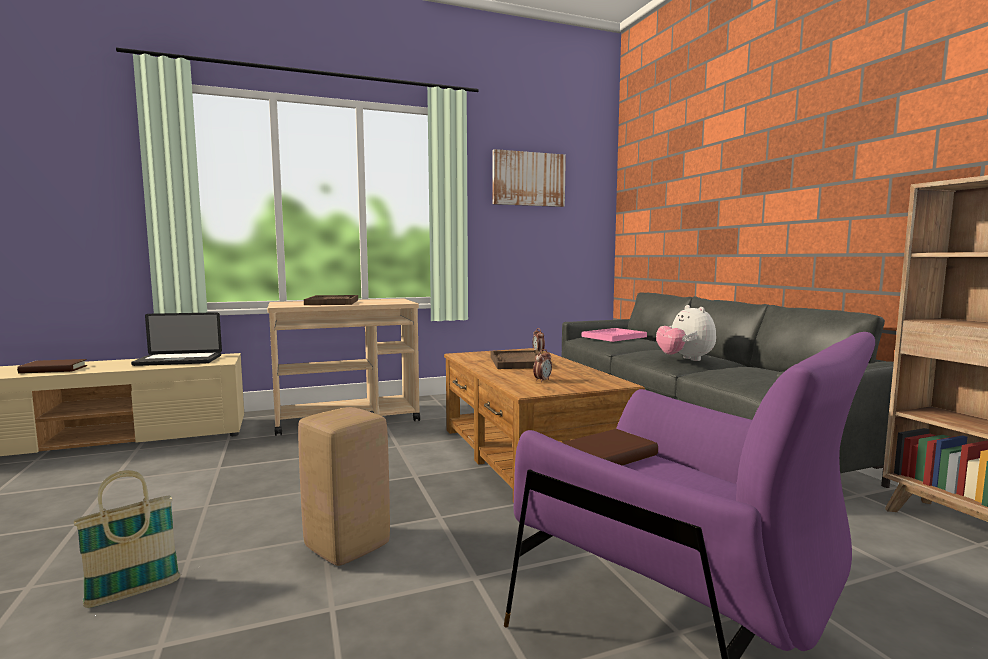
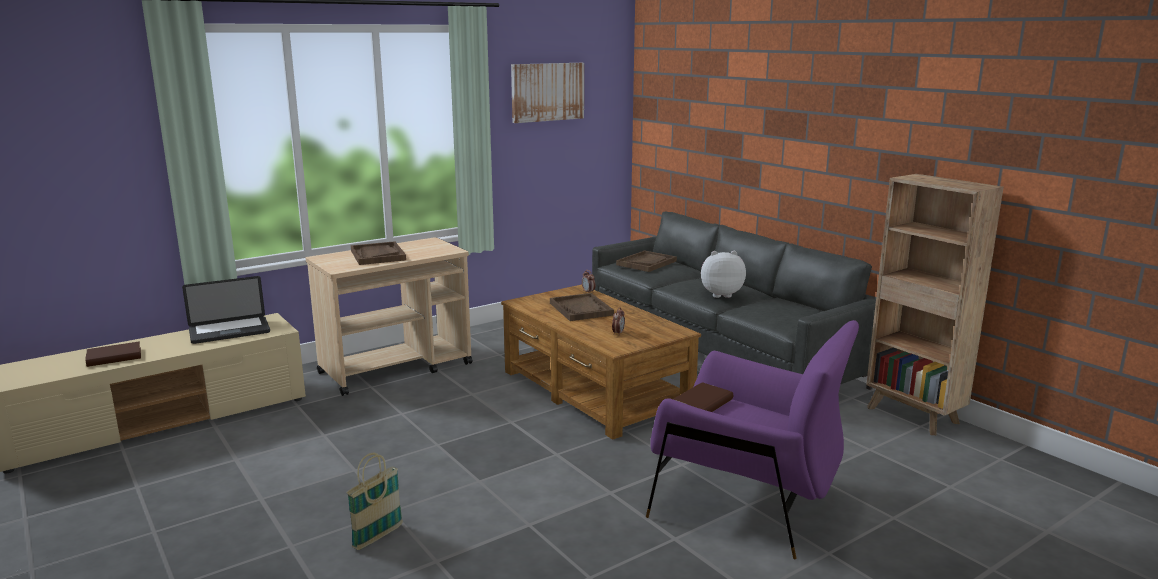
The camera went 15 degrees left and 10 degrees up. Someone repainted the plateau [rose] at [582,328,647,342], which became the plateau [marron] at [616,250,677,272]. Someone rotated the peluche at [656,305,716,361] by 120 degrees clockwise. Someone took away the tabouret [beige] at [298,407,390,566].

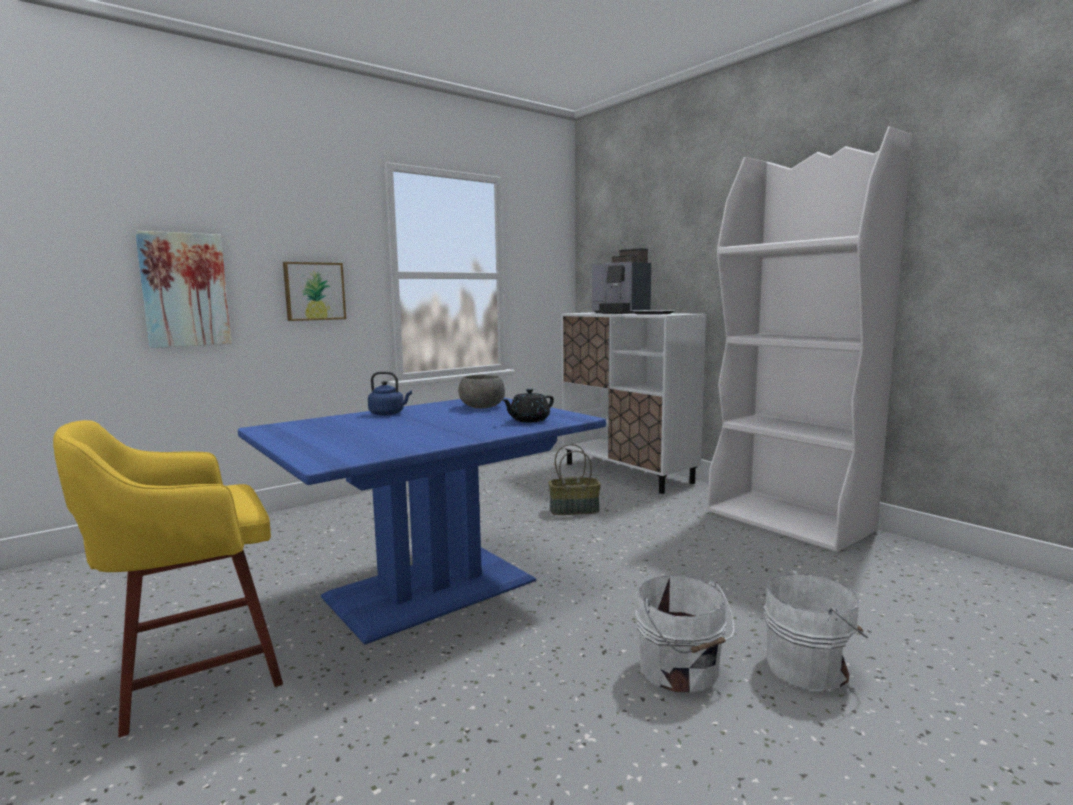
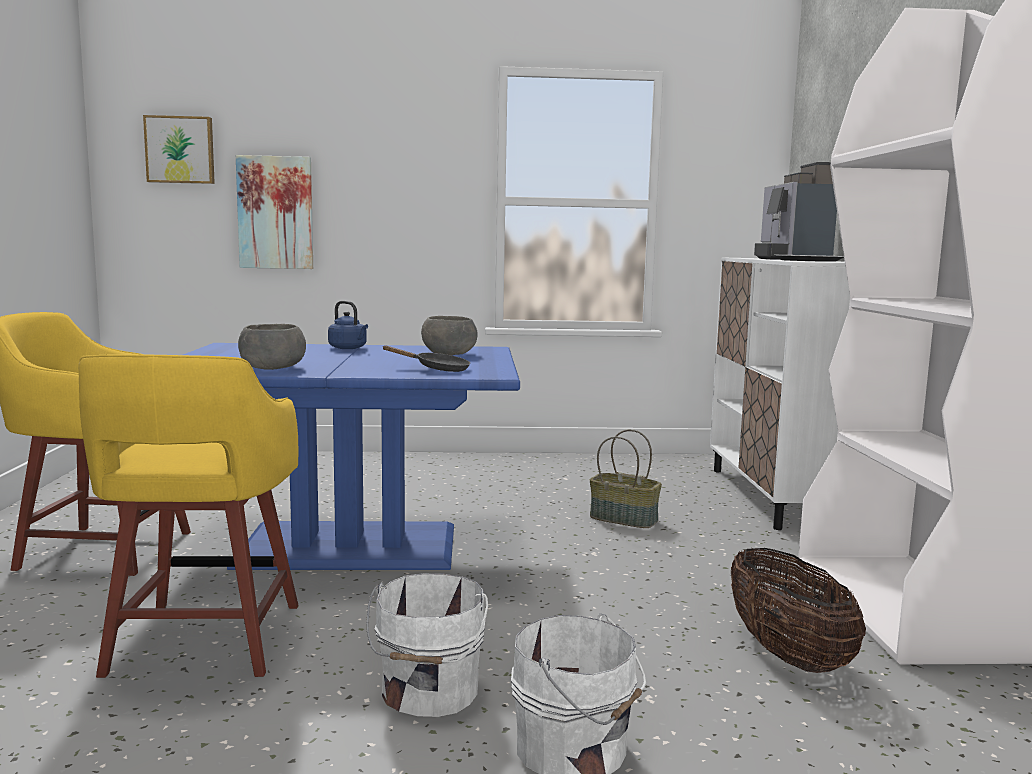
The camera went 35 degrees right and 0 degrees up. Someone put down the tabouret [jaune] at [78,355,298,678]. Someone carried the tableau from [283,262,346,321] to [143,115,215,184]. Someone put down the bol [gris] at [238,324,306,370]. Someone swapped the théière [noir] at [501,389,554,422] for the poêle [noir] at [382,345,470,372]. Someone put down the panier at [731,548,866,673].

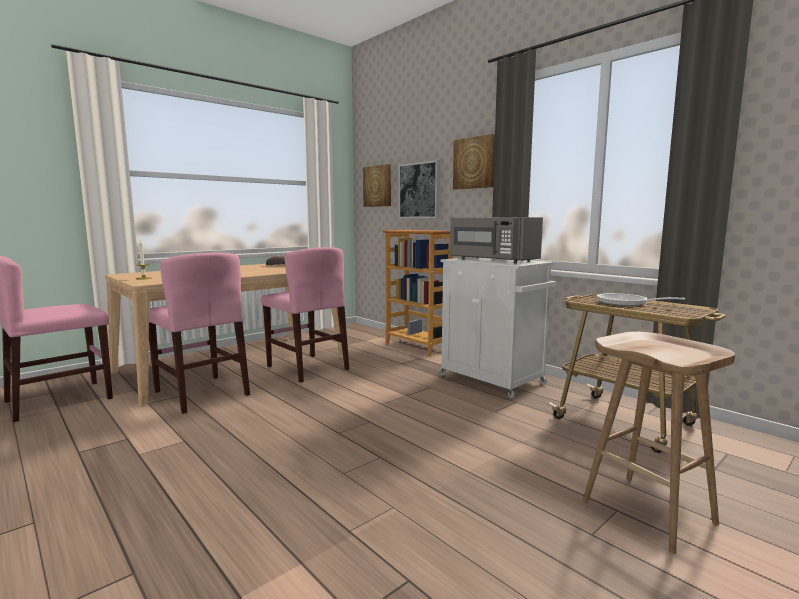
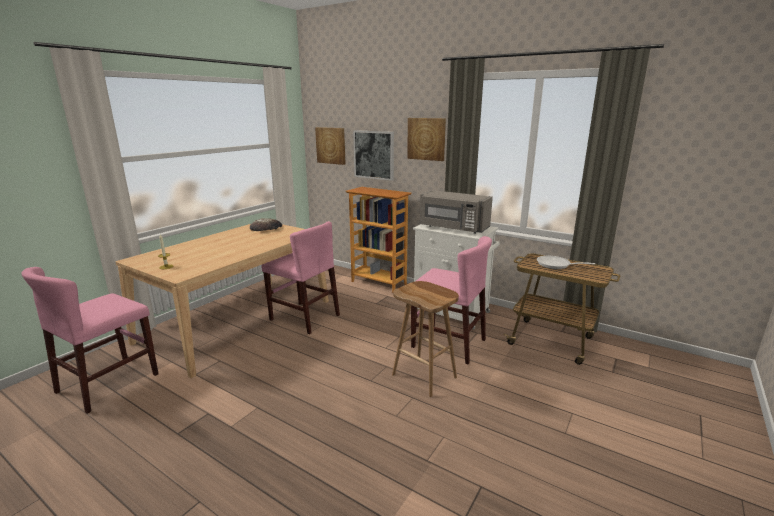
The camera went 15 degrees left and 10 degrees up. Someone carried the tabouret [marron] from [583,331,735,554] to [392,281,459,397]. Someone carried the chaise [rose] from [149,252,250,414] to [411,236,492,365].

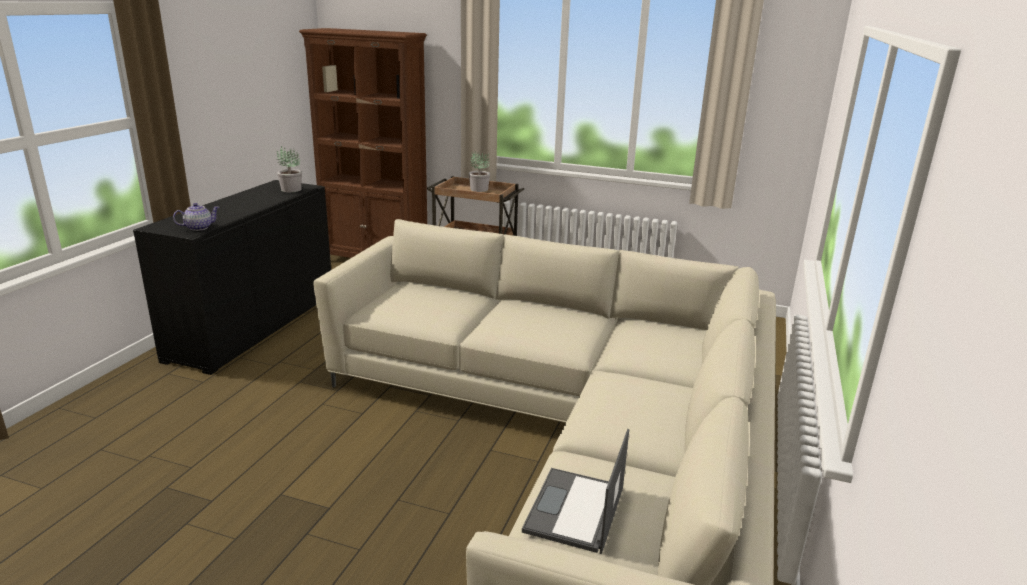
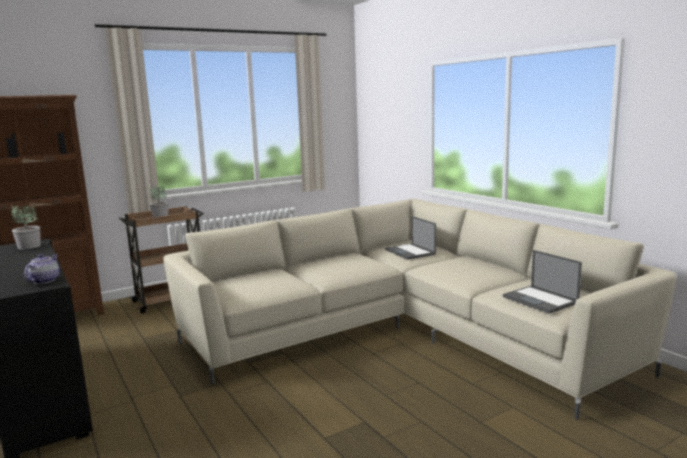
The camera went 50 degrees left and 10 degrees down. Someone put down the ordinateur portable at [385,216,436,260].

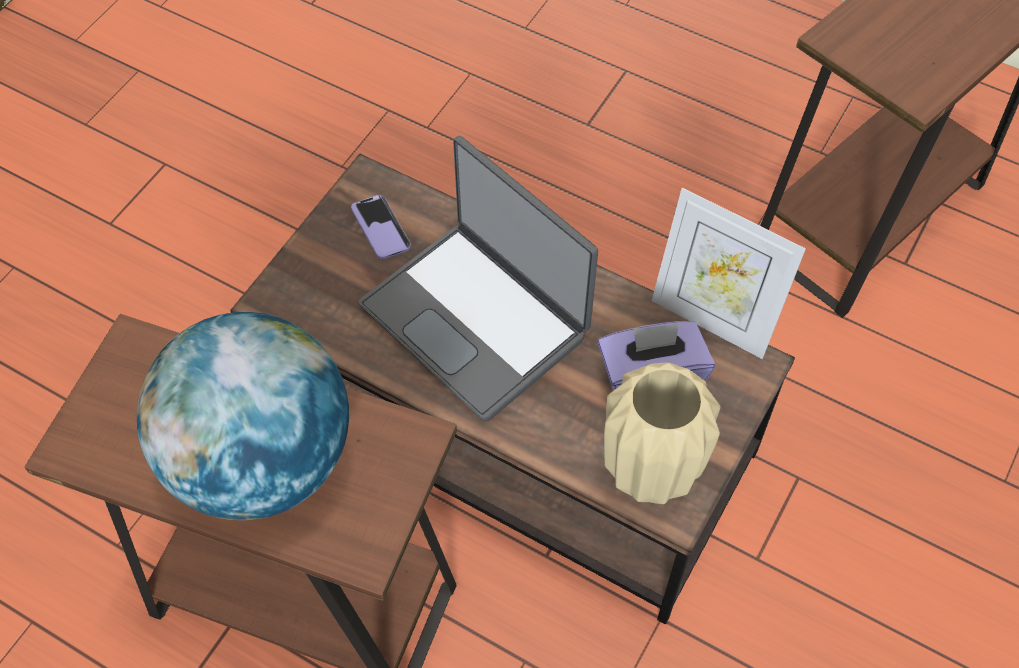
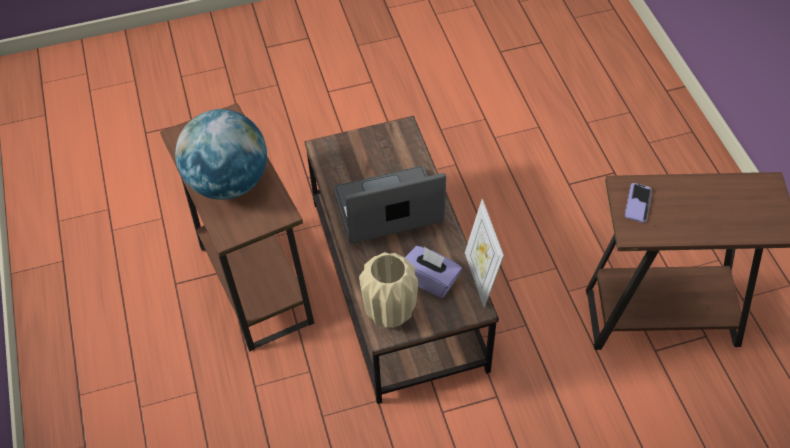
The camera went 45 degrees right and 5 degrees down. Someone rotated the ordinateur portable at [359,136,598,422] by 75 degrees clockwise. Someone carried the téléphone from [351,195,411,259] to [625,183,652,223].

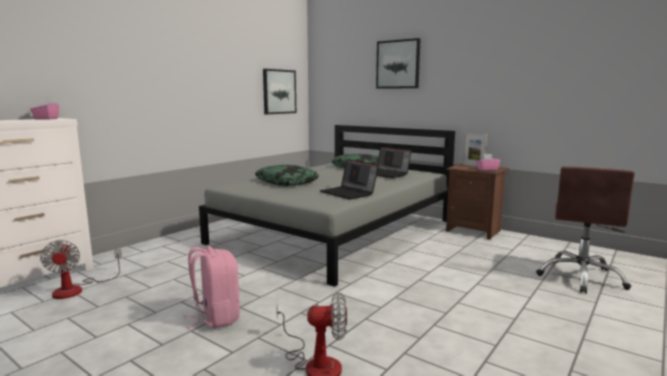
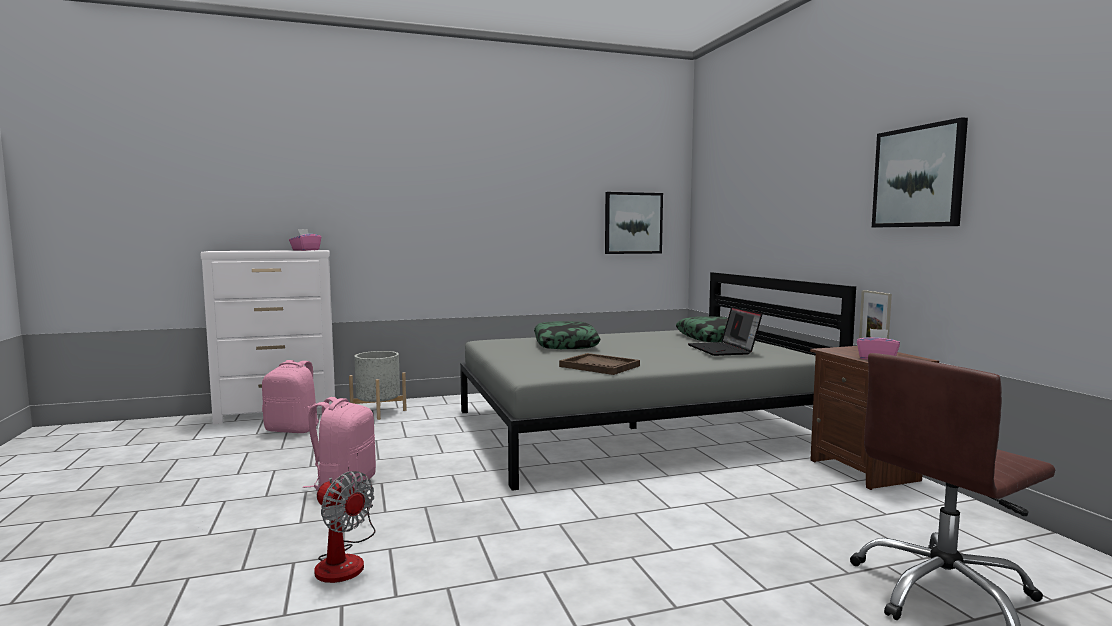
The camera went 35 degrees right and 5 degrees down. Someone swapped the ventilateur at [40,240,122,299] for the sac à dos [rose] at [262,360,319,433]. Someone put down the cache-pot [gris] at [349,351,407,420]. Someone swapped the ordinateur portable at [320,159,379,199] for the plateau [marron] at [559,353,640,375]. Someone carried the tableau from [376,38,421,89] to [872,117,968,227].

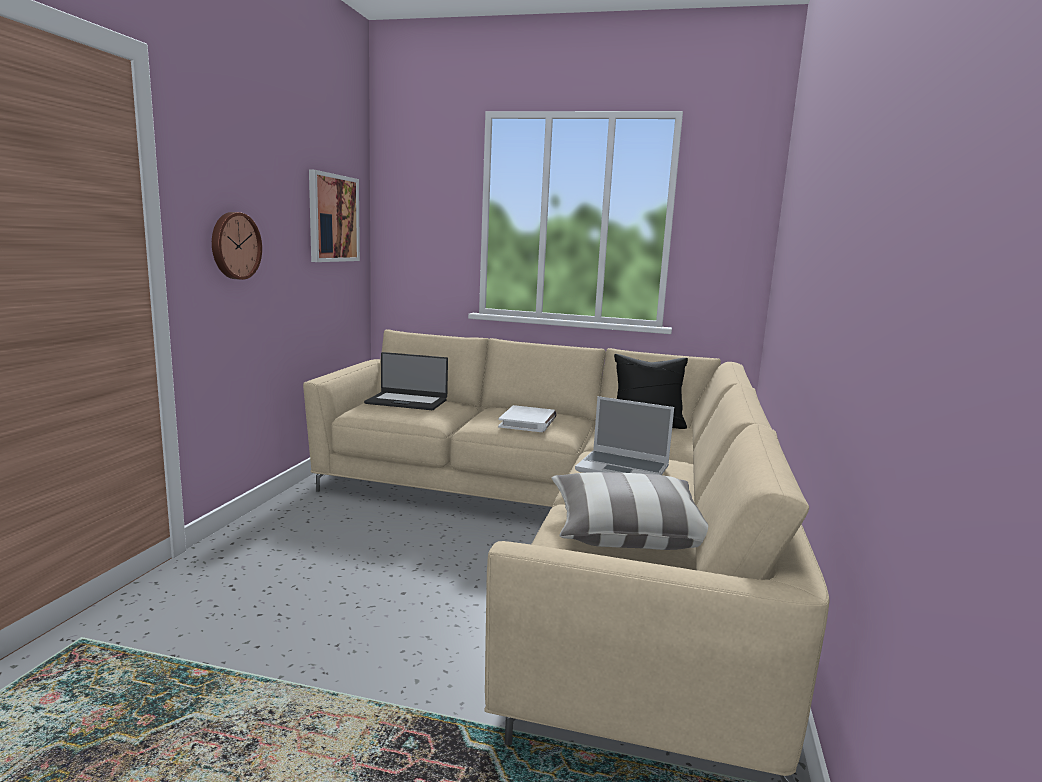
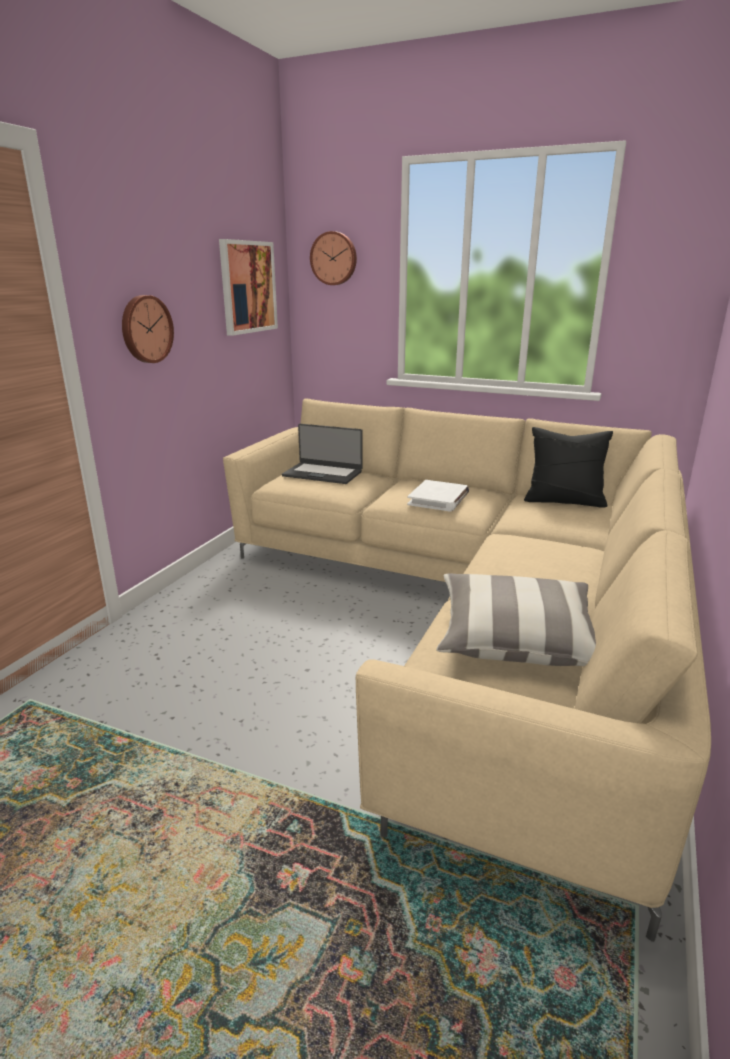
The camera went 10 degrees right and 10 degrees up. Someone put up the horloge murale at [310,231,357,285]. Someone took away the ordinateur portable at [575,396,674,475].

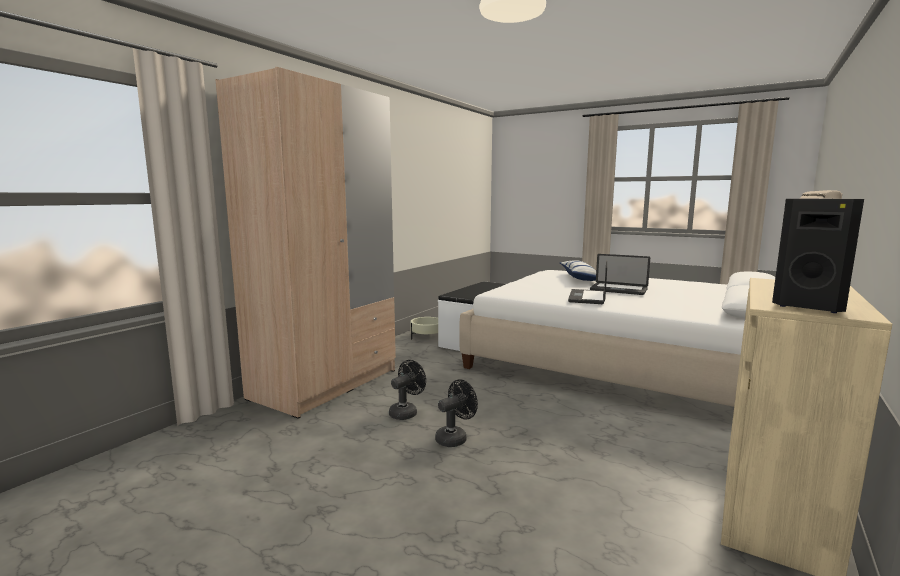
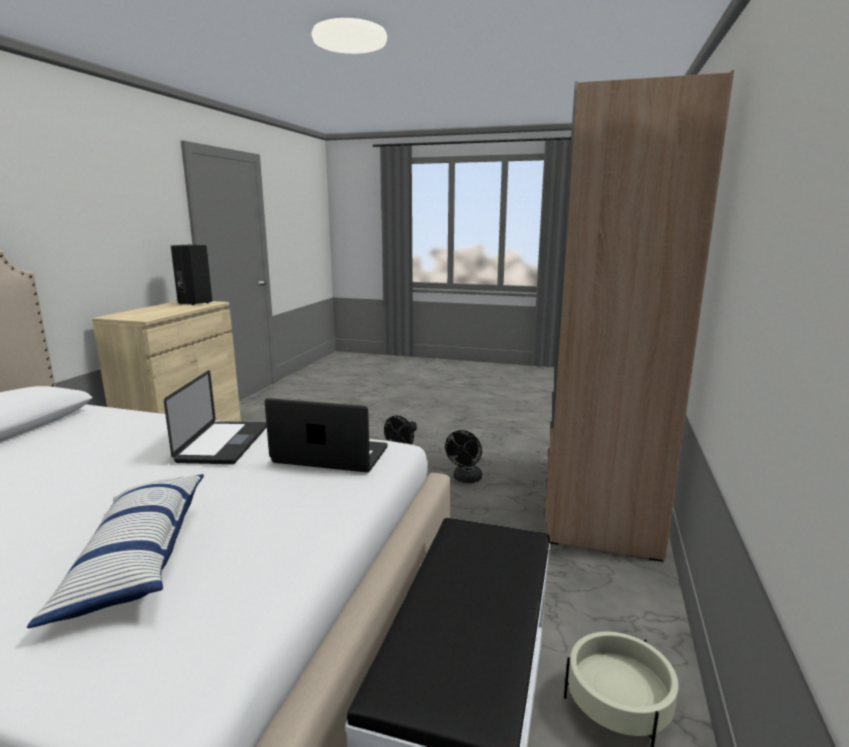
The camera went 165 degrees right and 5 degrees up. Someone carried the ordinateur portable from [590,254,650,295] to [265,398,387,472].

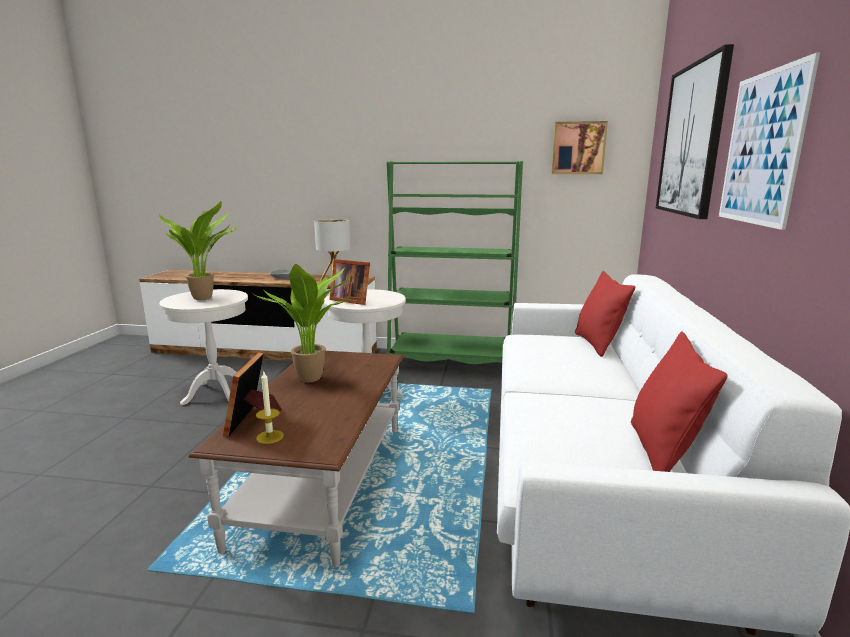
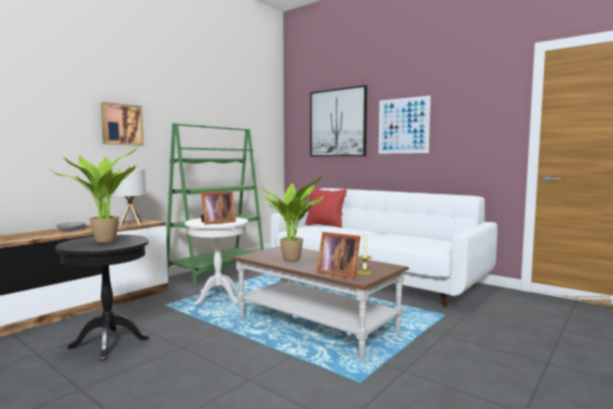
The camera went 60 degrees left and 10 degrees down. Someone repainted the table d'appoint [blanc] at [159,289,248,405], which became the table d'appoint [noir] at [55,235,149,361]. Someone carried the tableau from [551,121,608,174] to [101,102,144,145]. Someone took away the coussin [rouge] at [631,332,728,472].

